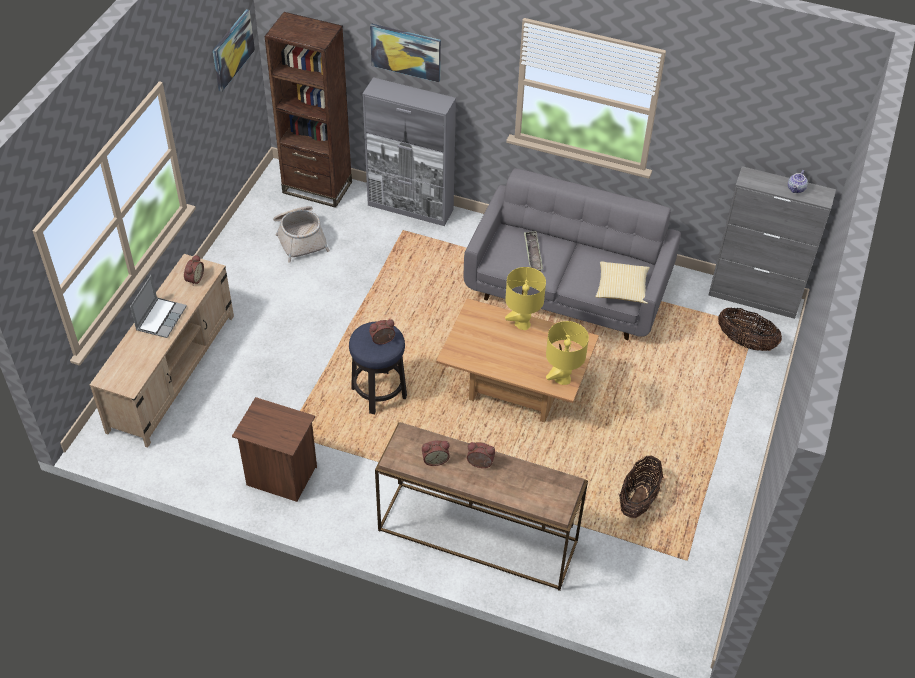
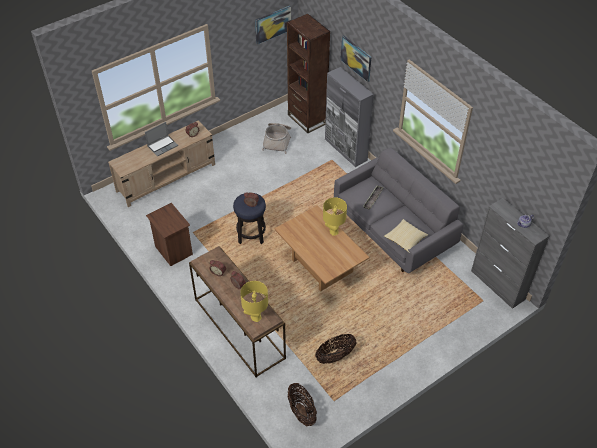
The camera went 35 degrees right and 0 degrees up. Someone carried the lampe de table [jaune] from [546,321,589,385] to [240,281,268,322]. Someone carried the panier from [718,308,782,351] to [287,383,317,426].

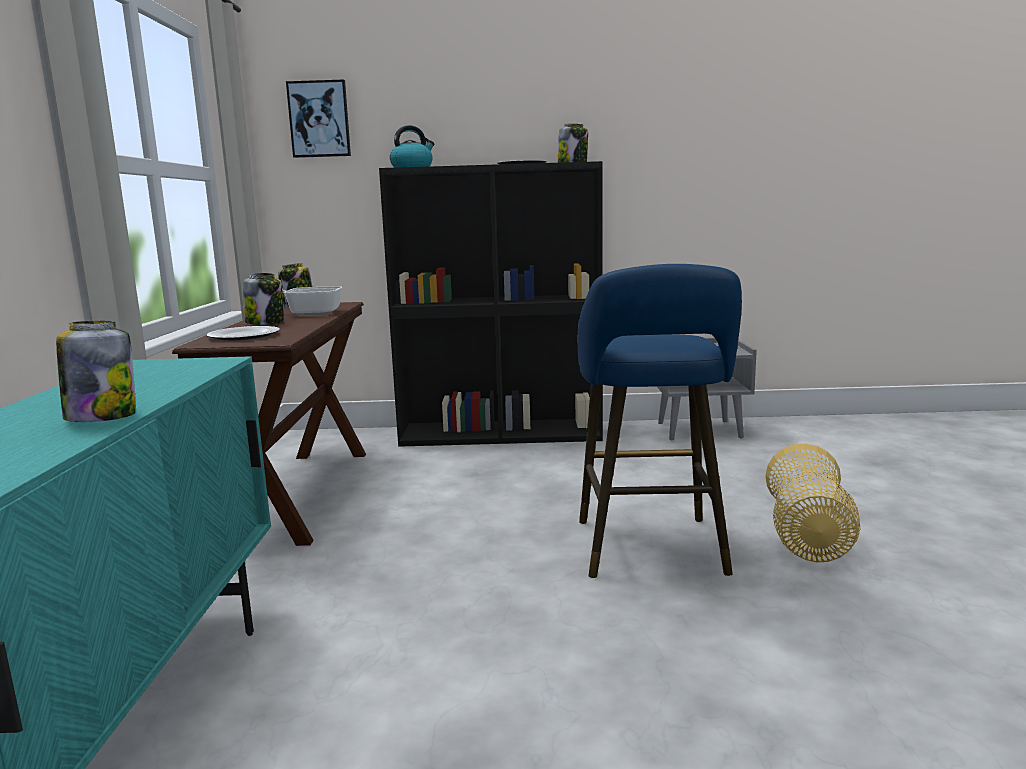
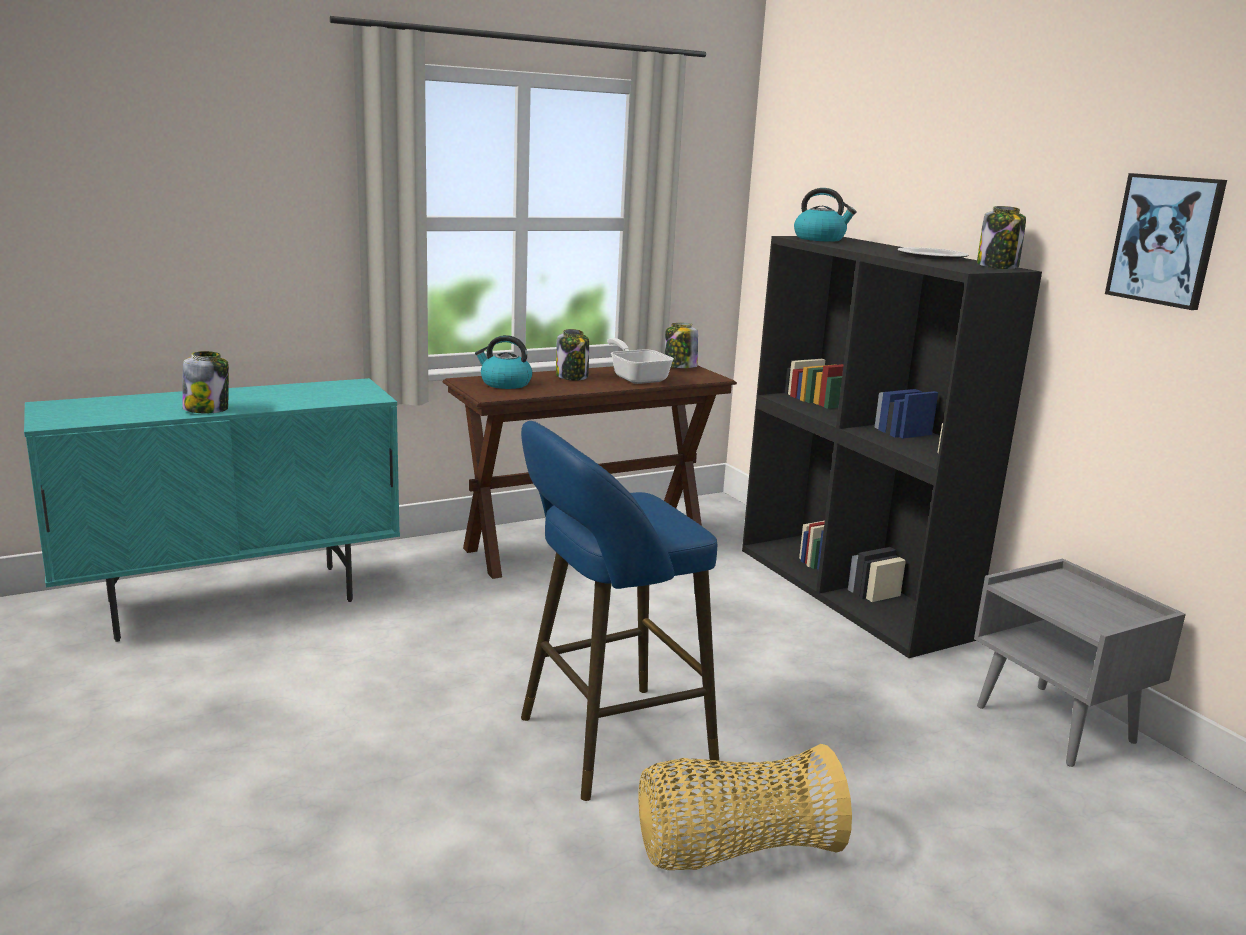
The camera went 60 degrees right and 5 degrees up. Someone swapped the assiette at [207,326,280,340] for the bouilloire at [475,335,533,389]. Someone carried the tableau from [286,79,351,158] to [1105,173,1227,310].

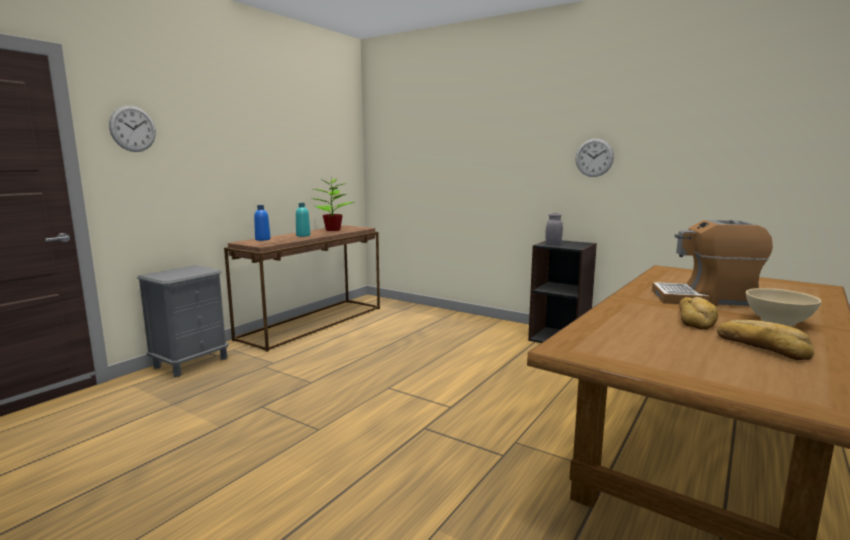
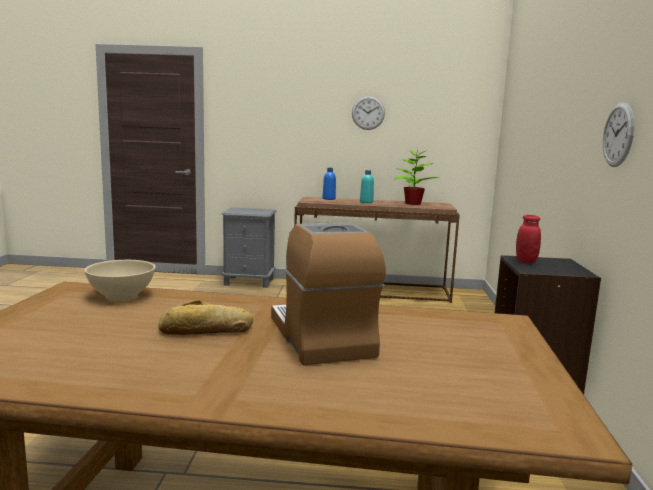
The camera went 60 degrees right and 0 degrees up. Someone carried the bol [beige] from [746,288,822,327] to [84,260,156,301]. Someone carried the horloge murale from [109,105,156,152] to [352,96,385,130]. Someone repainted the bocal [gris] at [545,213,563,245], which became the bocal [rouge] at [516,215,541,263]. Someone took away the pain at [717,320,814,360].

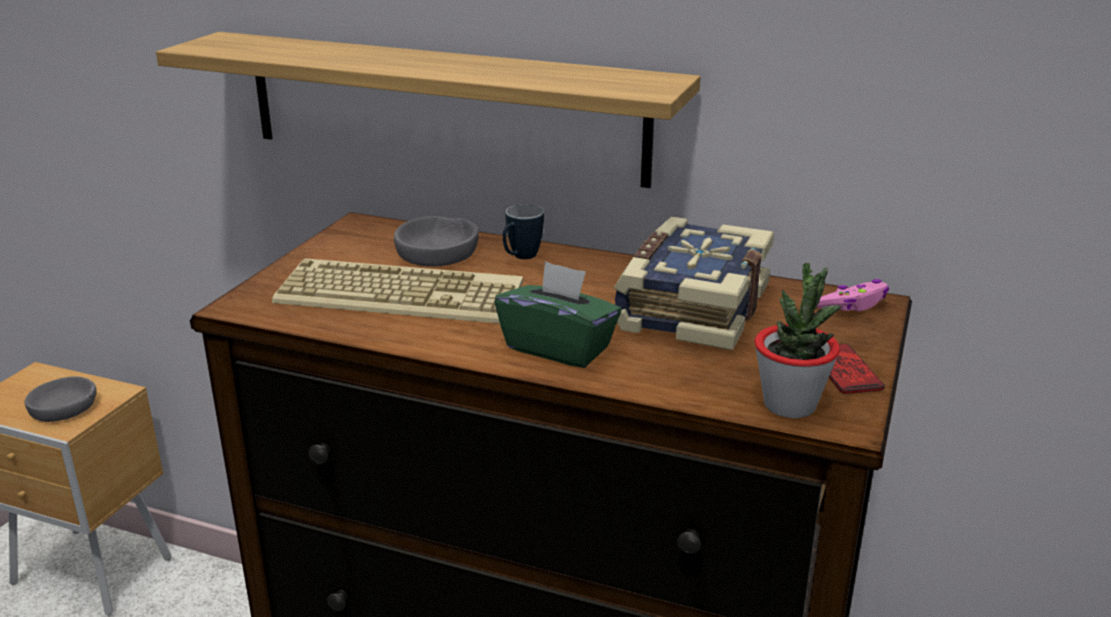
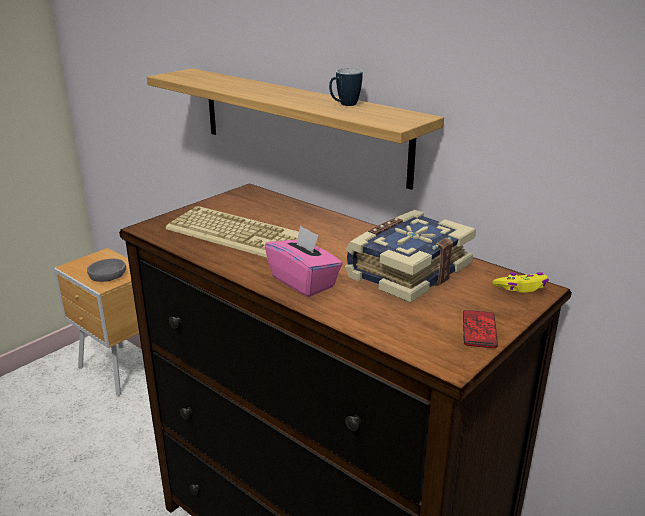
The camera went 20 degrees right and 0 degrees up. Someone repainted the boîte à mouchoirs [vert] at [495,261,622,368], which became the boîte à mouchoirs [rose] at [265,225,343,297]. Someone carried the mug from [503,204,544,259] to [329,68,363,106]. Someone repainted the manette [rose] at [817,279,889,311], which became the manette [jaune] at [492,272,549,293]. Someone took away the bol [gris] at [394,216,479,267]. Someone took away the plante en pot at [755,263,842,418].

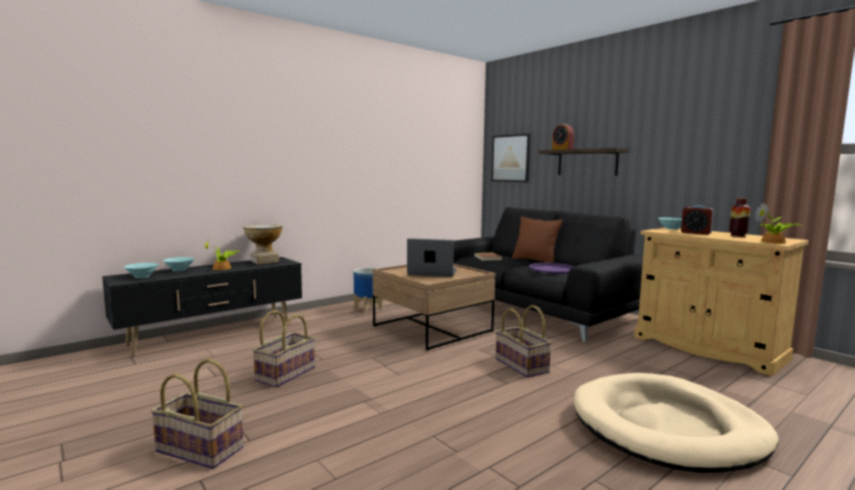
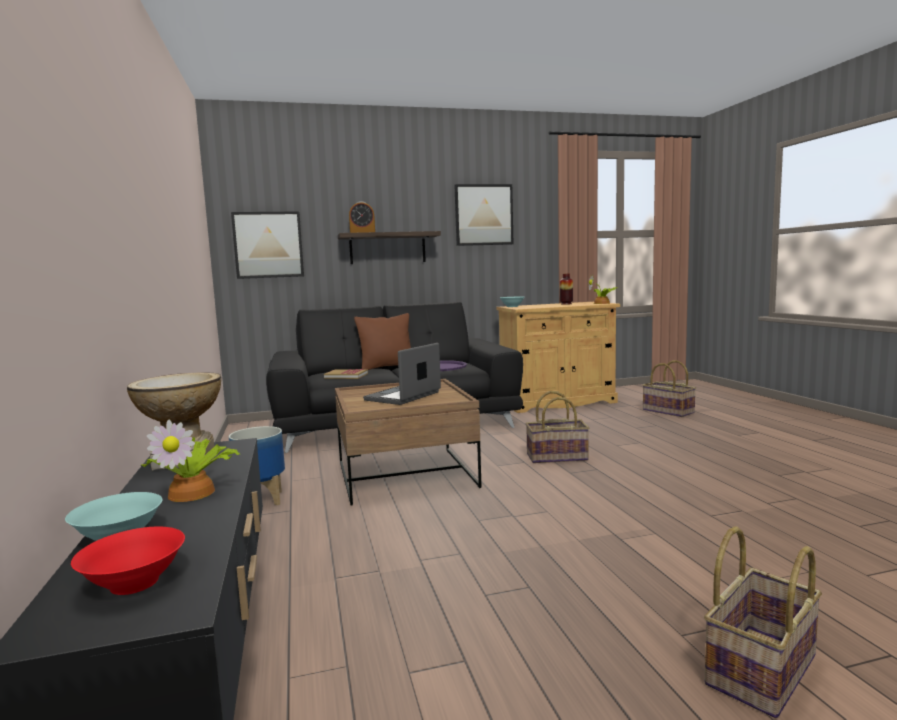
The camera went 65 degrees left and 0 degrees up. Someone repainted the bol [turquoise] at [124,263,159,278], which became the bol [rouge] at [71,527,185,595]. Someone put up the tableau at [455,184,513,246]. Someone carried the panier from [252,310,315,387] to [642,360,696,417]. Someone took away the panier pour chien [beige] at [573,373,779,473]. Someone took away the réveil at [681,205,714,235].

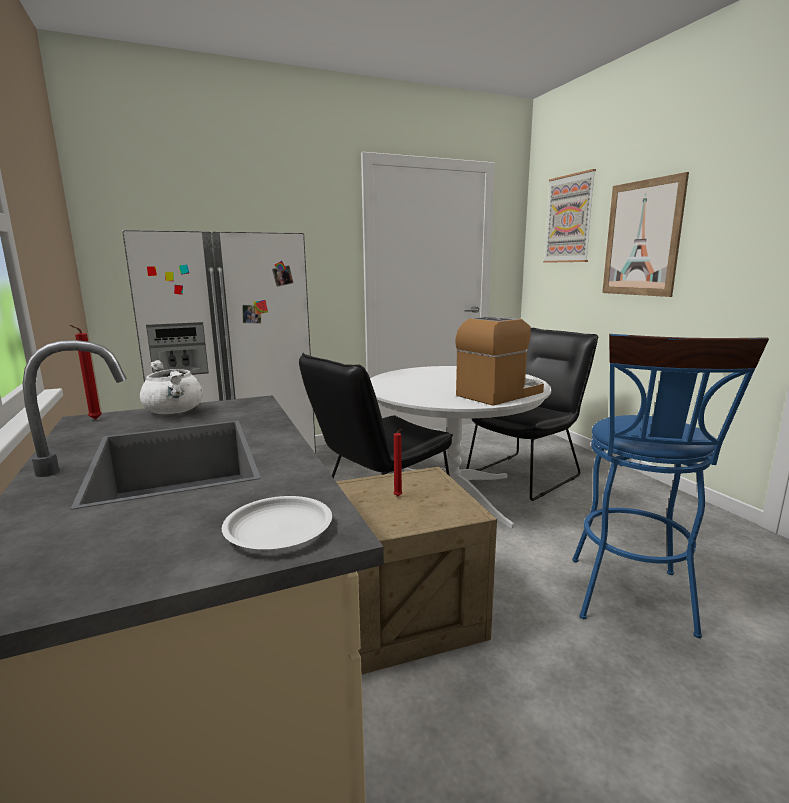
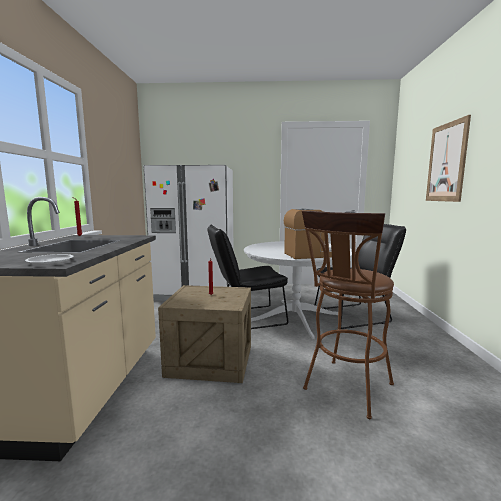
The camera went 25 degrees right and 5 degrees down. Someone repainted the tabouret [bleu] at [572,334,769,638], which became the tabouret [marron] at [302,210,394,419]. Someone took away the marmite [blanc] at [140,360,203,414]. Someone took away the tableau at [543,169,596,263].

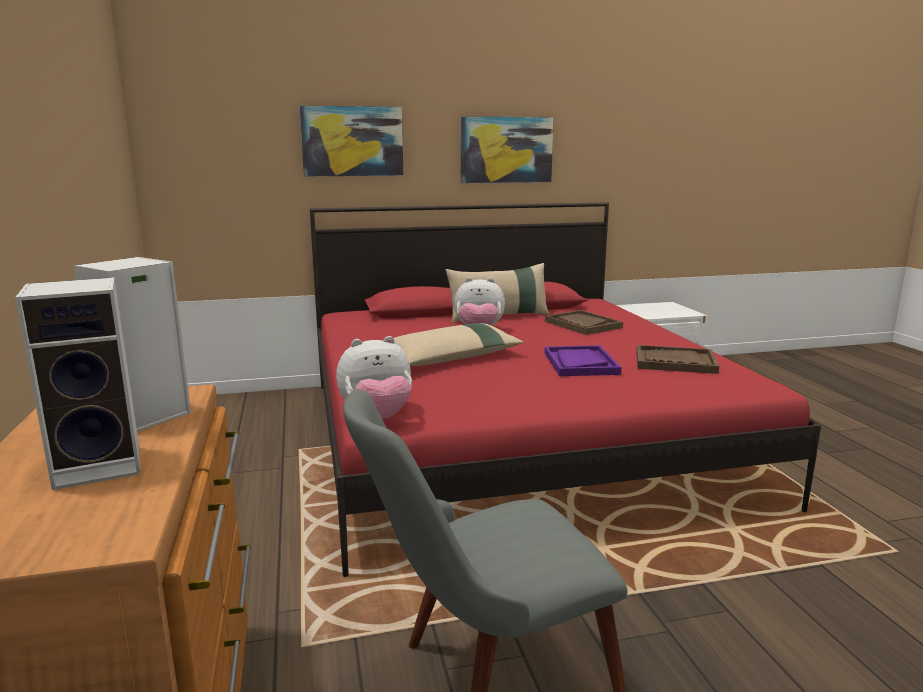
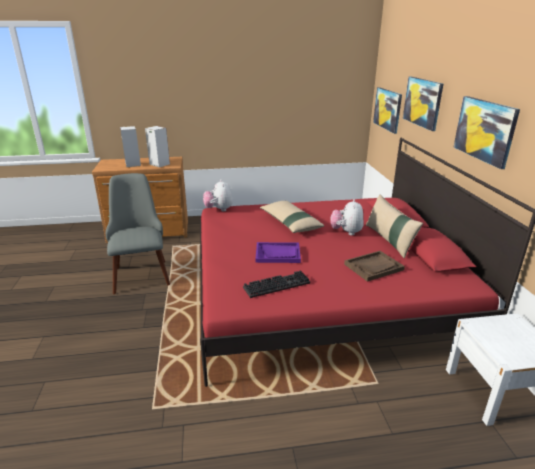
The camera went 95 degrees right and 10 degrees up. Someone swapped the plateau [marron] at [636,345,719,374] for the clavier at [243,271,310,298]. Someone put up the tableau at [373,87,402,134].

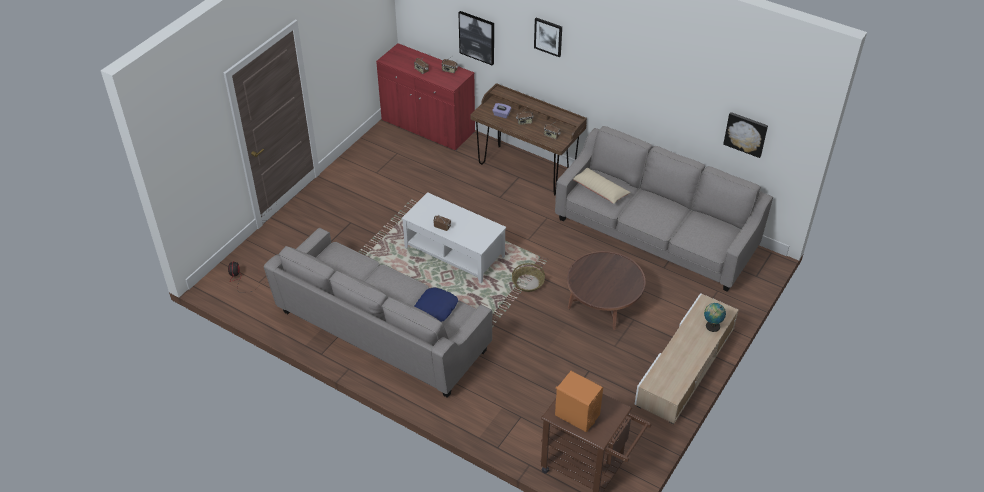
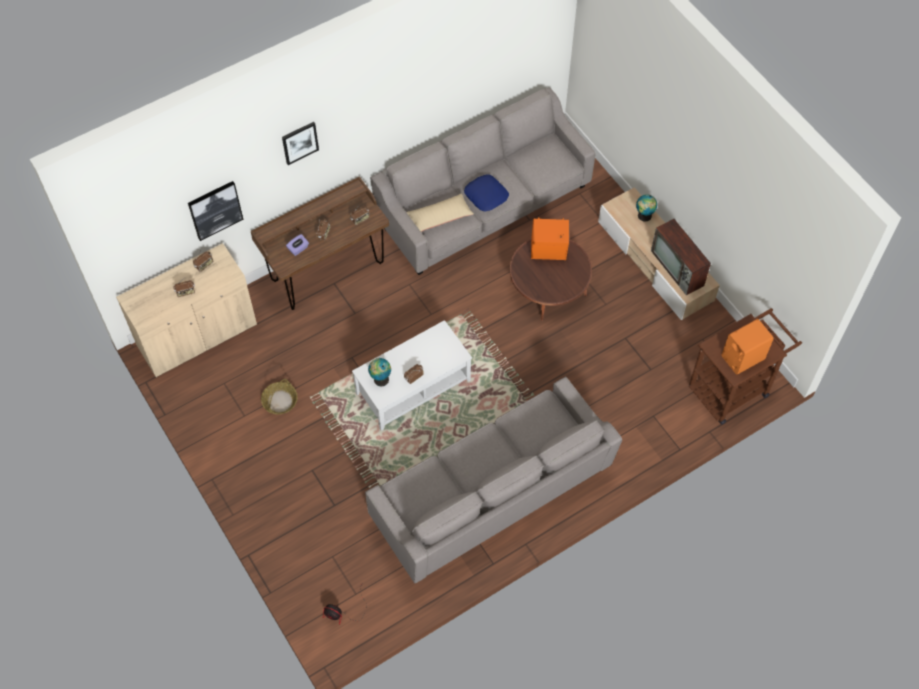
The camera went 65 degrees left and 15 degrees up. Someone repainted the meuble de rangement [rouge] at [376,43,475,151], which became the meuble de rangement [beige] at [116,243,257,377]. Someone carried the panier from [512,263,545,292] to [261,379,298,414]. Someone put down the globe at [368,358,391,387]. Someone carried the coussin [bleu] from [414,287,458,322] to [464,174,509,211]. Someone put down the enceinte [orange] at [531,217,569,260]. Someone put down the téléviseur at [651,219,711,295]. Someone took away the tableau at [723,112,768,158].

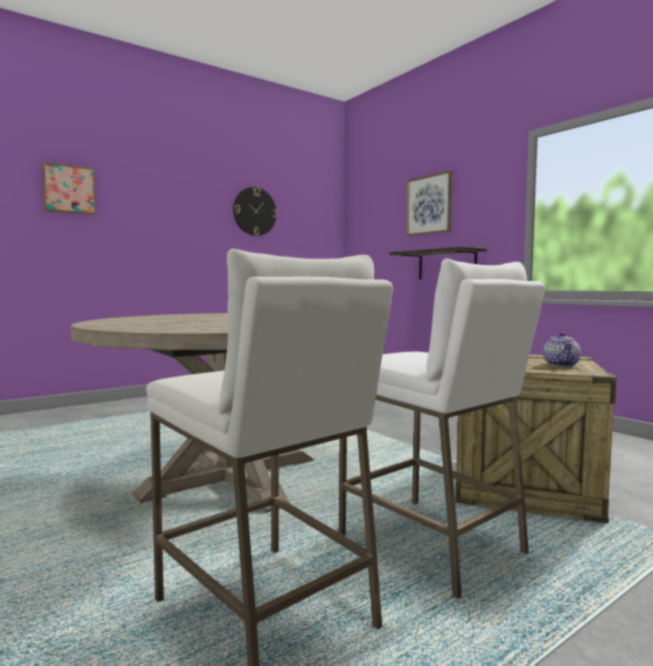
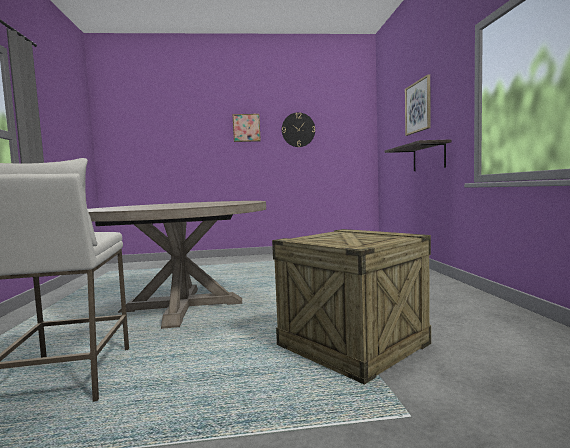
The camera went 30 degrees right and 0 degrees up. Someone carried the tableau from [42,162,96,215] to [232,114,261,142]. Someone took away the tabouret [blanc] at [339,258,545,599]. Someone took away the théière at [543,332,581,367].

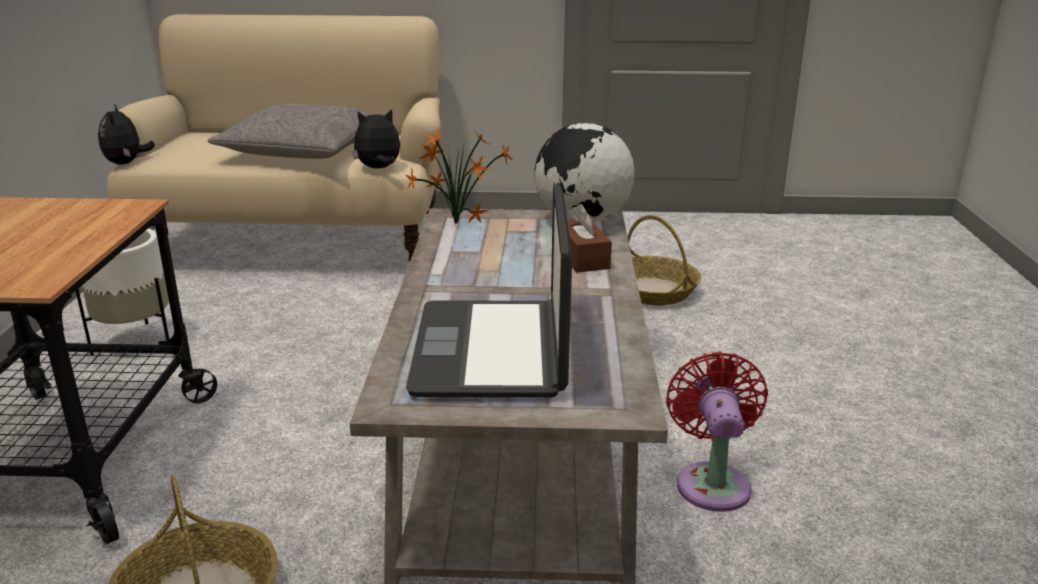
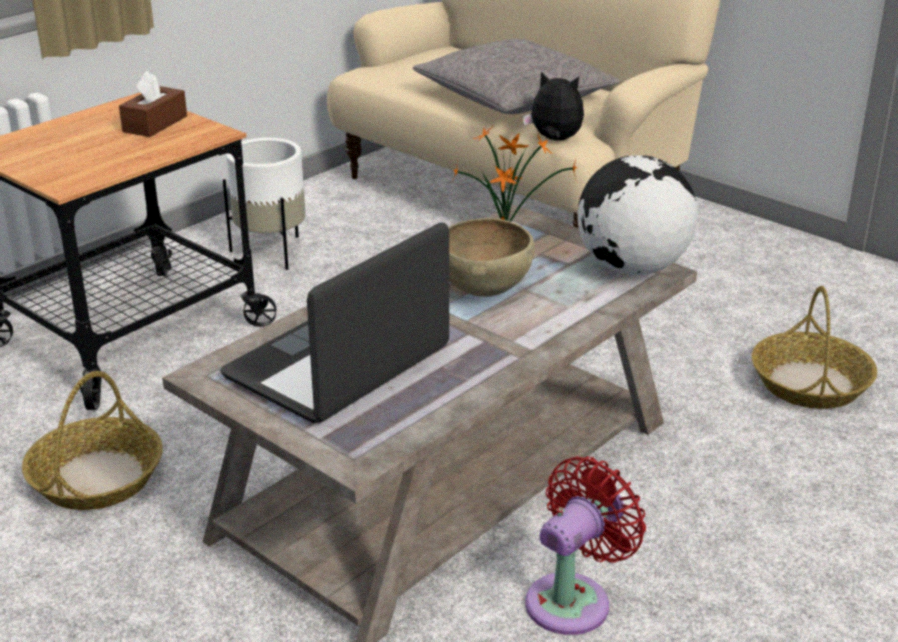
The camera went 40 degrees right and 5 degrees up. Someone carried the boîte à mouchoirs [marron] from [567,204,612,273] to [119,71,187,137]. Someone put down the bol [marron] at [448,218,535,297]. Someone took away the peluche at [98,103,155,165].

